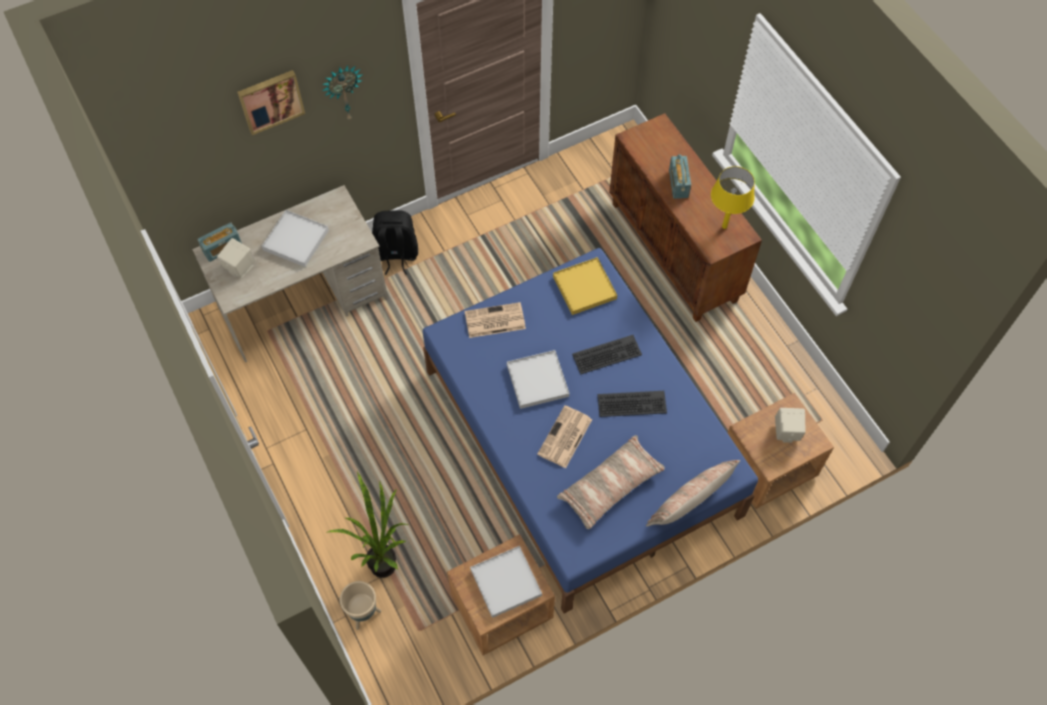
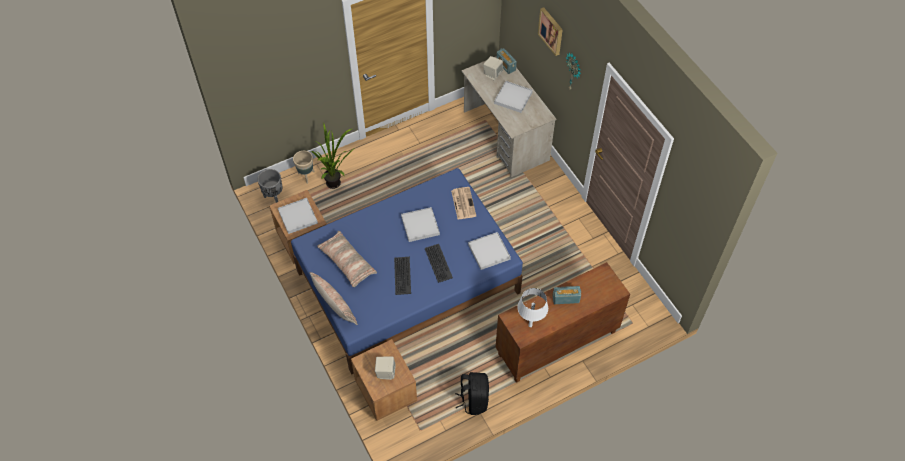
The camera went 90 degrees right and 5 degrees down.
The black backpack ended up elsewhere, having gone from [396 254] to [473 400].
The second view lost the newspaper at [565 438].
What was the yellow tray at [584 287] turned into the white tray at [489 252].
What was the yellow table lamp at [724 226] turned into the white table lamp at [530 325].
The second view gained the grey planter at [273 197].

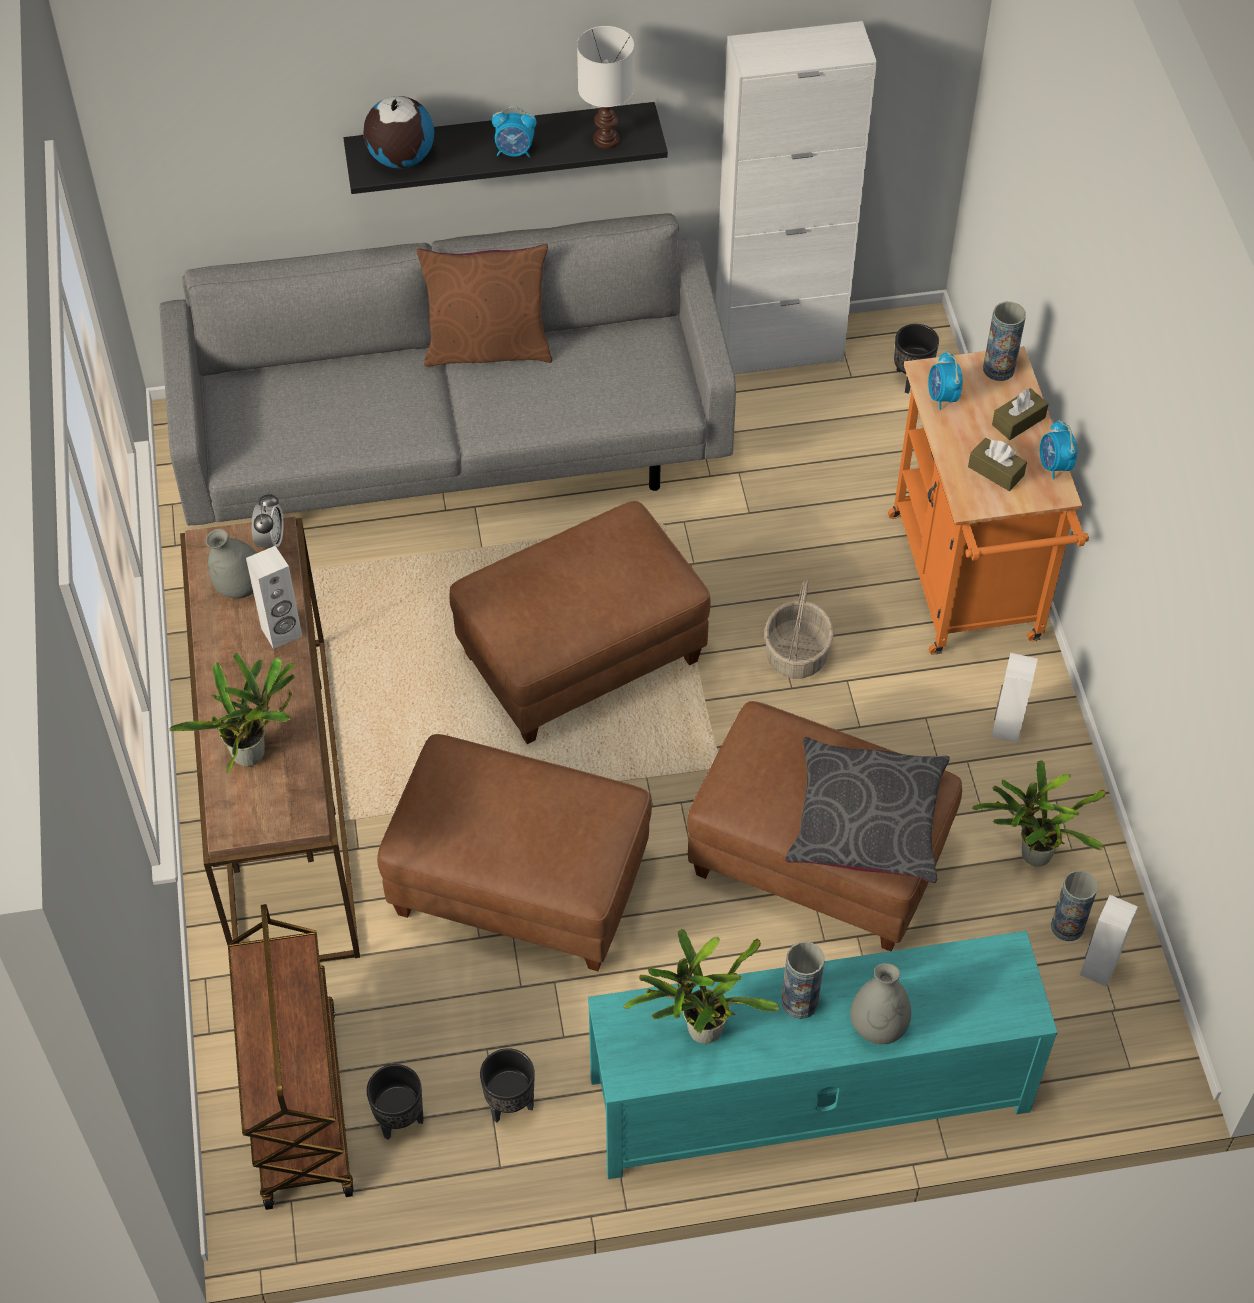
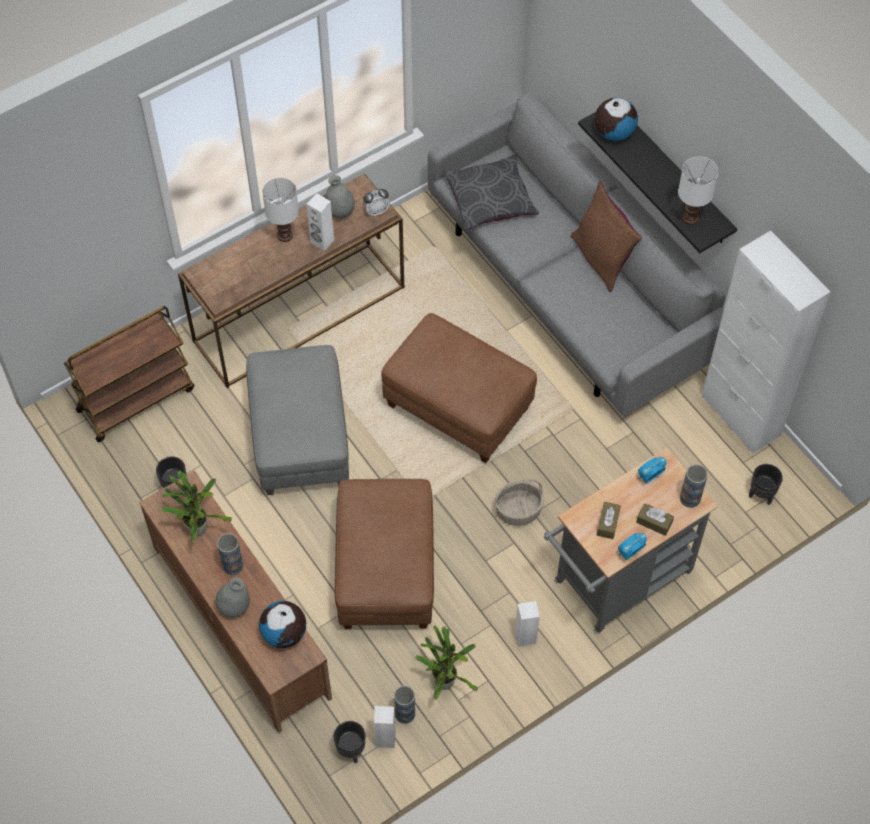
The camera went 65 degrees right and 5 degrees up.
The second view lost the potted plant at [253 753].
The black planter ended up elsewhere, having gone from [399 1119] to [351 750].
What was the brown ottoman at [517 888] turned into the grey ottoman at [299 439].
The second view lost the alarm clock at [515 152].
What was the turquoise tv stand at [807 1095] turned into the brown tv stand at [240 620].
The grey pillow ended up elsewhere, having gone from [866 820] to [490 199].
What was the orange cart at [968 588] turned into the grey cart at [616 582].
The second view gained the globe at [284 634].
The second view gained the white table lamp at [285 235].

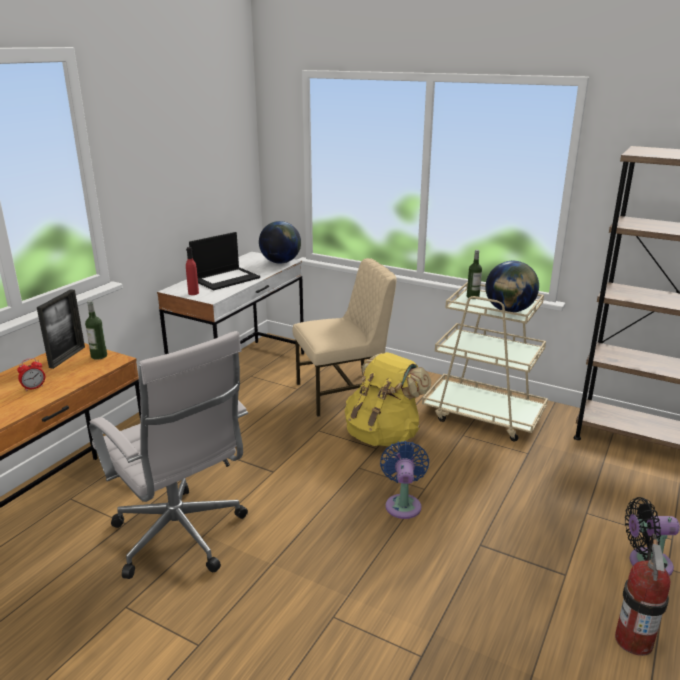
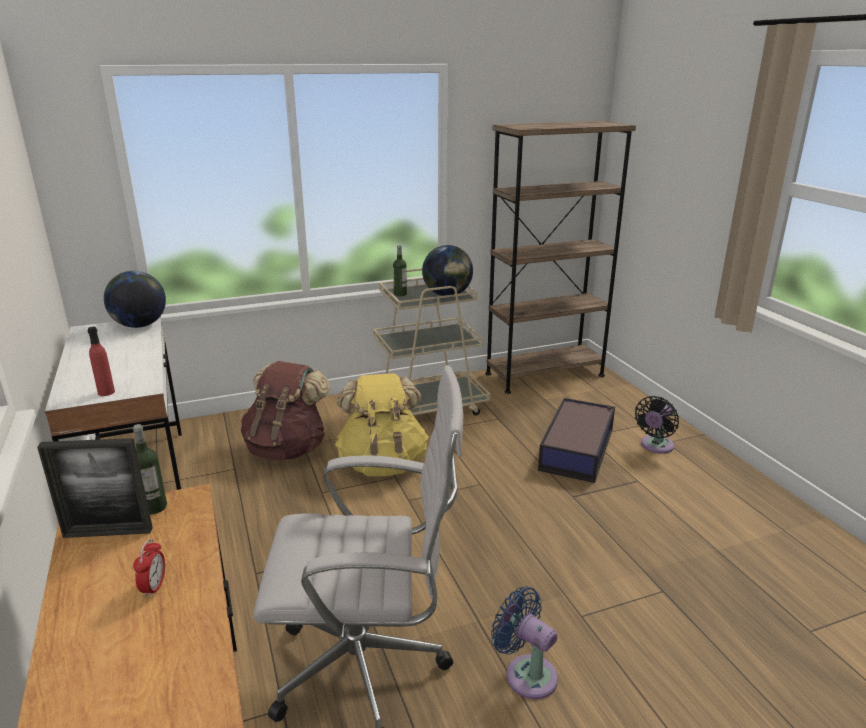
The camera went 50 degrees left and 0 degrees up.
The picture frame at [67 357] ended up facing another way, 120 degrees clockwise from before.
The second view lost the laptop at [226 278].
Where the beige chair stood at [343 393], the brown backpack came to stand at [287 449].
The blue fan ended up elsewhere, having gone from [403 504] to [526 673].
The second view lost the fire extinguisher at [634 640].
The second view gained the storage box at [577 449].

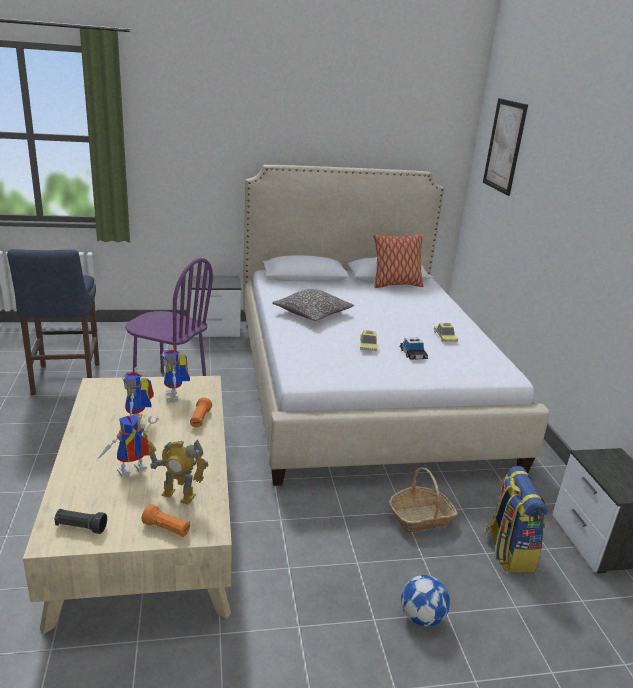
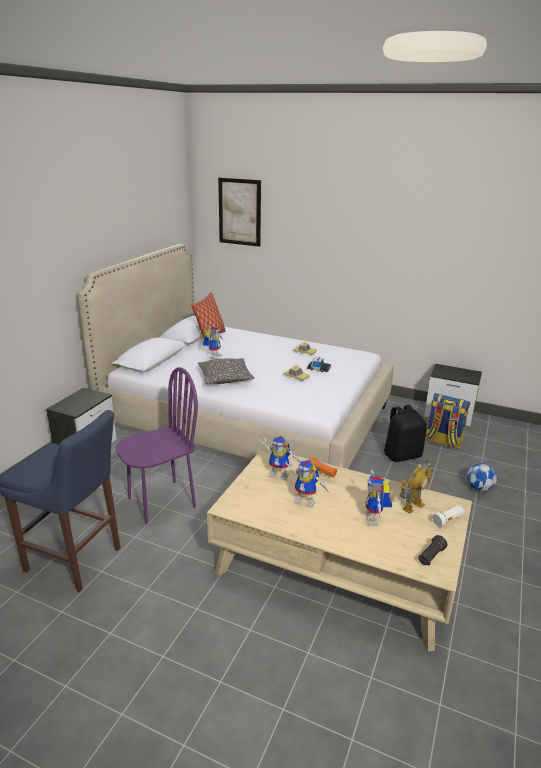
The camera went 55 degrees left and 0 degrees up.
What was the orange flashlight at [167 529] turned into the white flashlight at [448 520].
Where the basket stood at [421 517], the black backpack came to stand at [402 455].
The second view gained the toy robot at [214 356].

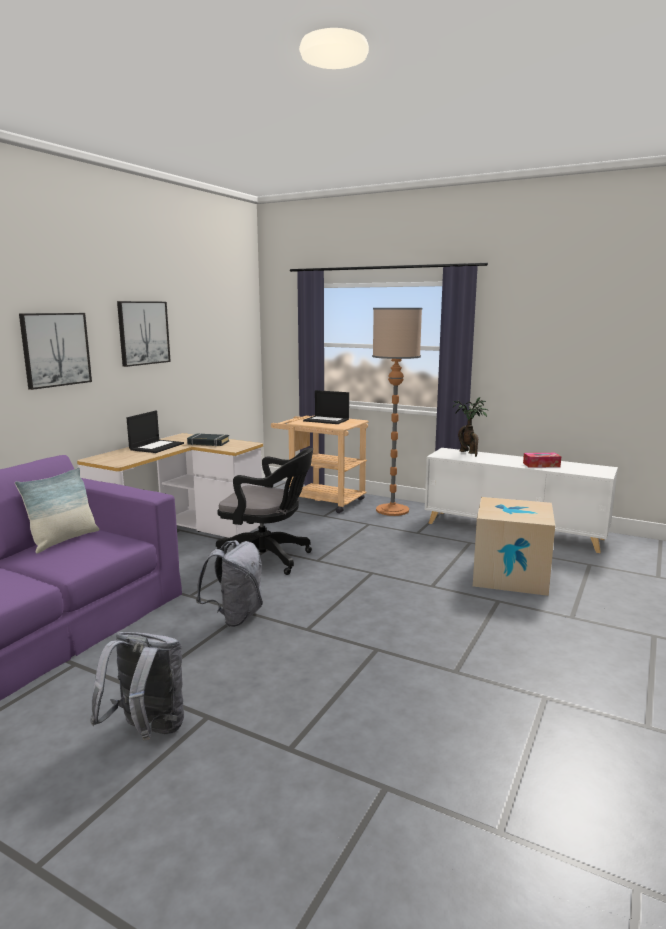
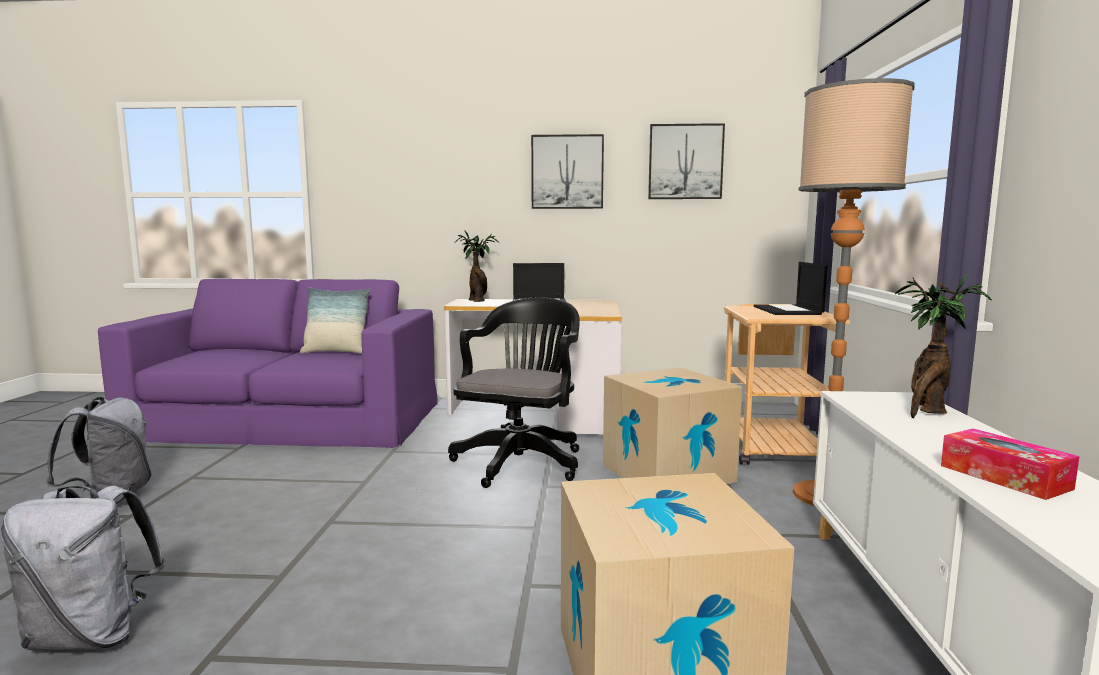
The camera went 65 degrees right and 5 degrees down.
The picture ended up elsewhere, having gone from [55 349] to [685 162].
The second view lost the black book at [208 443].
The grey backpack ended up elsewhere, having gone from [235 617] to [92 636].
The black office chair at [268 558] ended up facing another way, 150 degrees counterclockwise from before.
The second view gained the potted plant at [477 301].
The second view gained the cardboard box at [667 473].

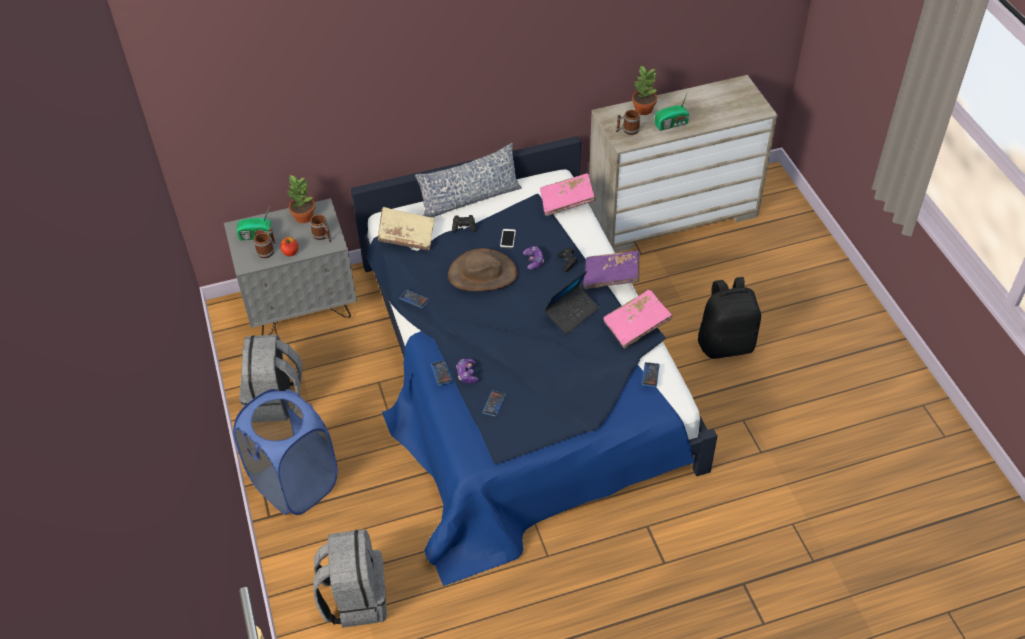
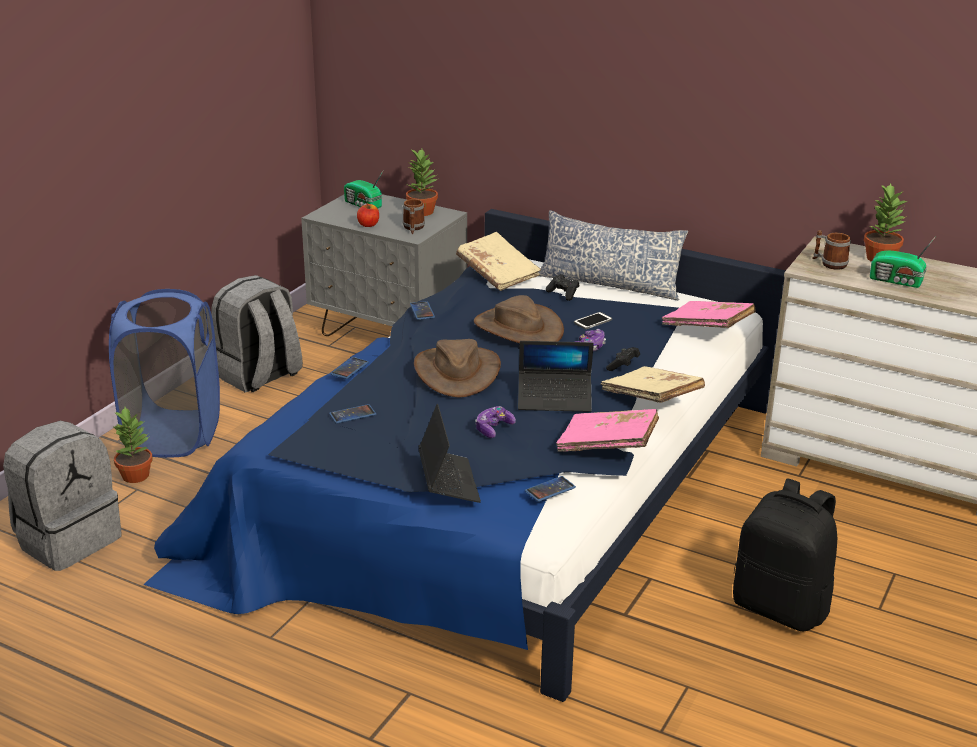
The camera went 45 degrees right and 20 degrees down.
The second view lost the mug at [267 250].
The game controller ended up elsewhere, having gone from [467 374] to [493 428].
What was the purple book at [611 277] turned into the beige book at [651 398].
The second view gained the potted plant at [135 475].
The second view gained the brown hat at [456 372].
The second view gained the laptop at [448 482].

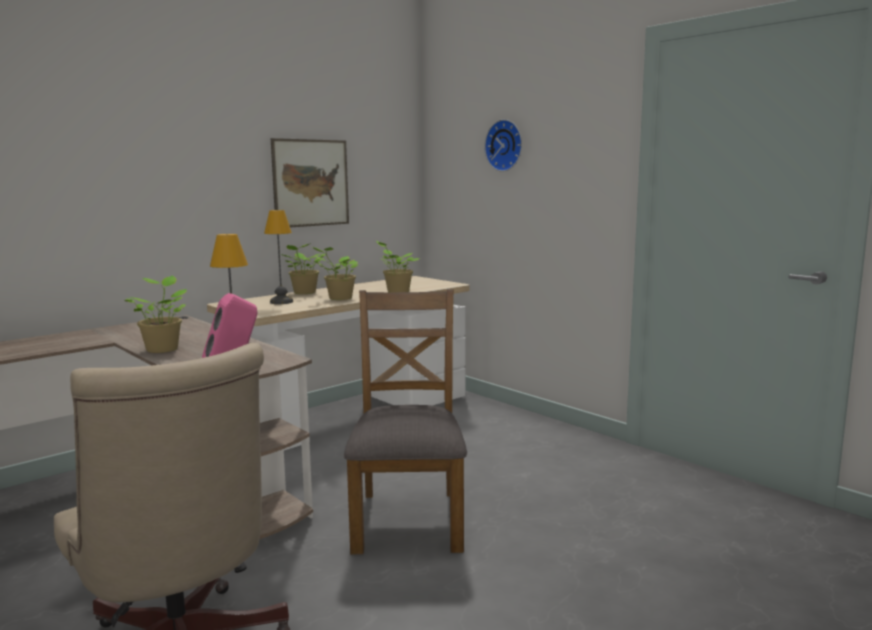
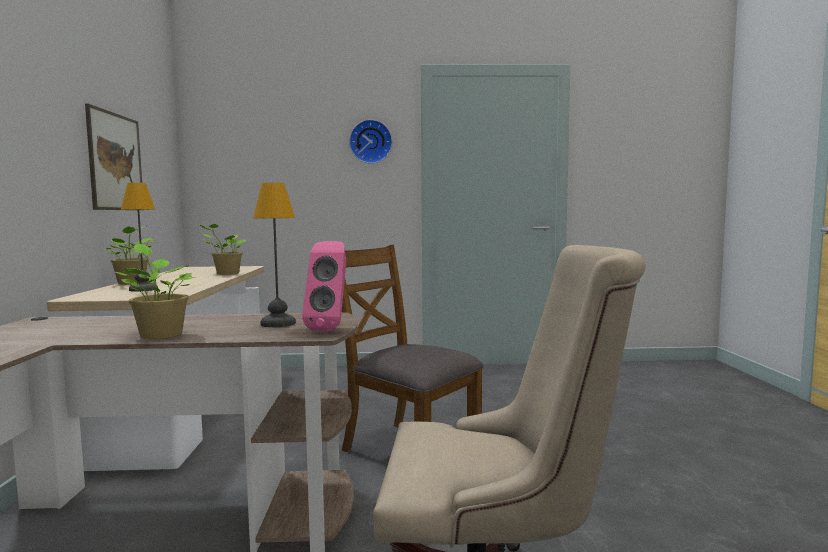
The camera went 50 degrees left and 5 degrees down.
The second view lost the potted plant at [338 298].
The wall clock ended up elsewhere, having gone from [505 145] to [370 142].

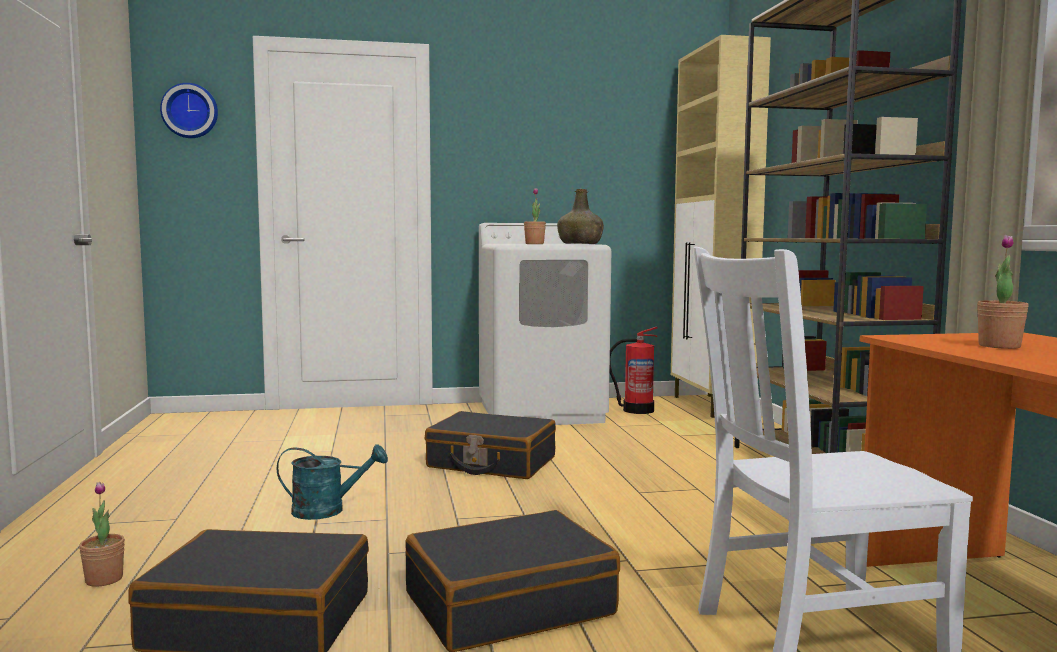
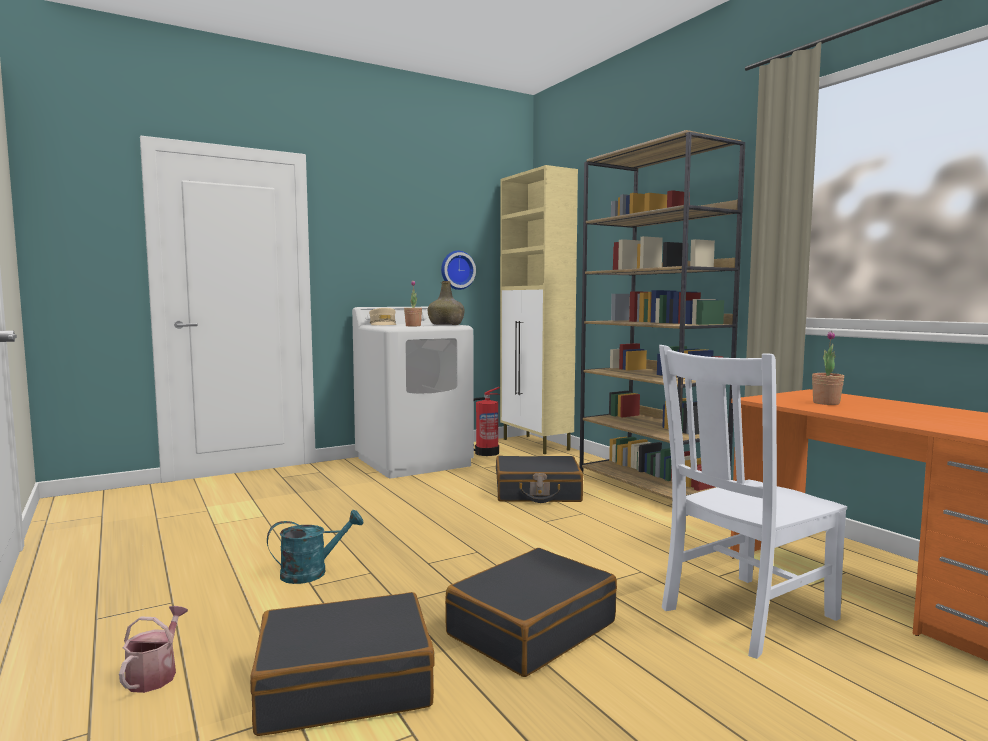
The camera went 20 degrees left and 0 degrees up.
Where the potted plant stood at [104 579], the watering can came to stand at [155 674].
The wall clock ended up elsewhere, having gone from [190 111] to [457 270].
The black suitcase ended up elsewhere, having gone from [491 463] to [537 493].
The second view gained the beige cap at [383 325].

